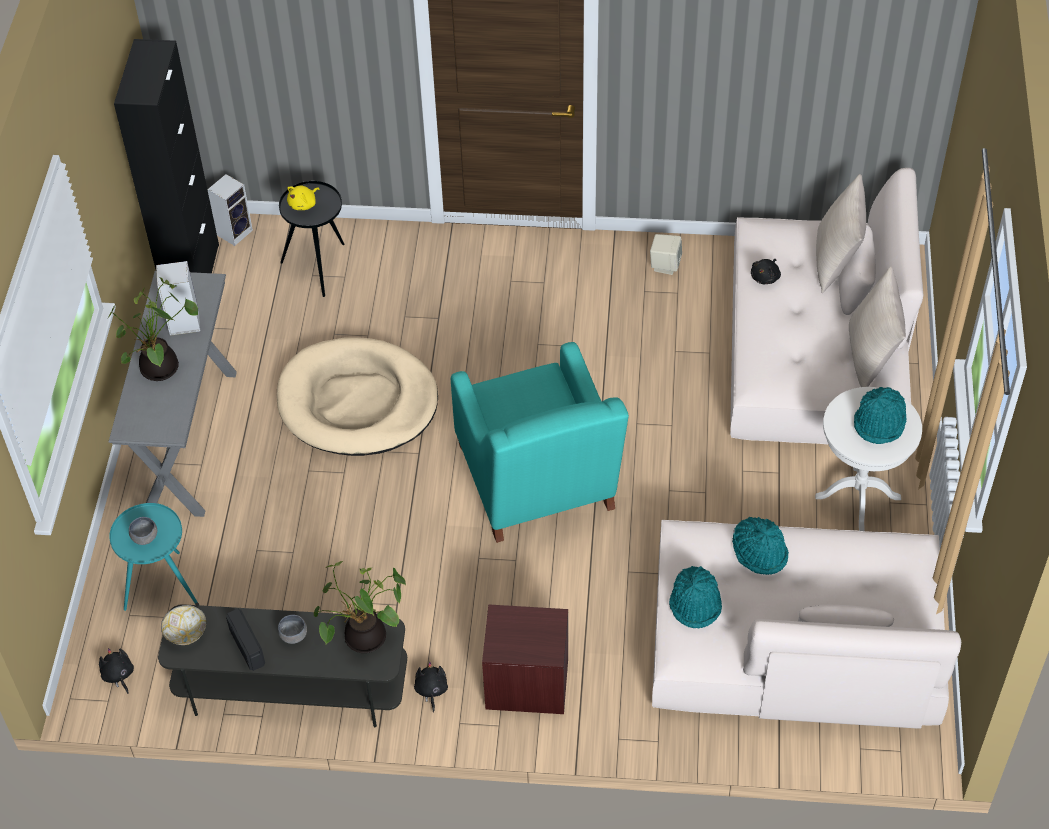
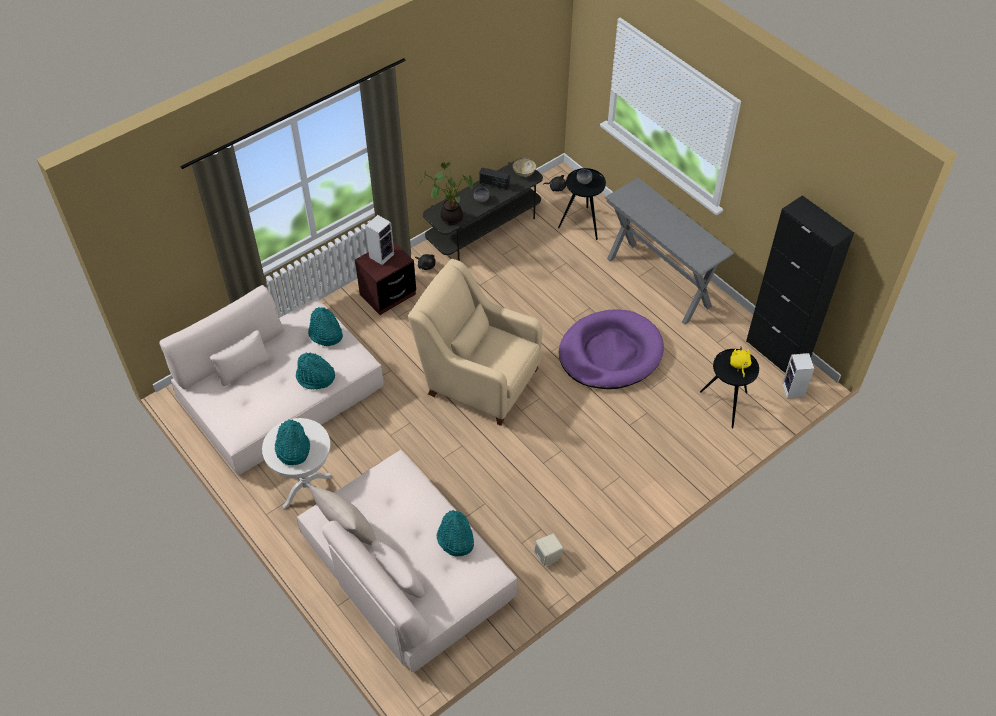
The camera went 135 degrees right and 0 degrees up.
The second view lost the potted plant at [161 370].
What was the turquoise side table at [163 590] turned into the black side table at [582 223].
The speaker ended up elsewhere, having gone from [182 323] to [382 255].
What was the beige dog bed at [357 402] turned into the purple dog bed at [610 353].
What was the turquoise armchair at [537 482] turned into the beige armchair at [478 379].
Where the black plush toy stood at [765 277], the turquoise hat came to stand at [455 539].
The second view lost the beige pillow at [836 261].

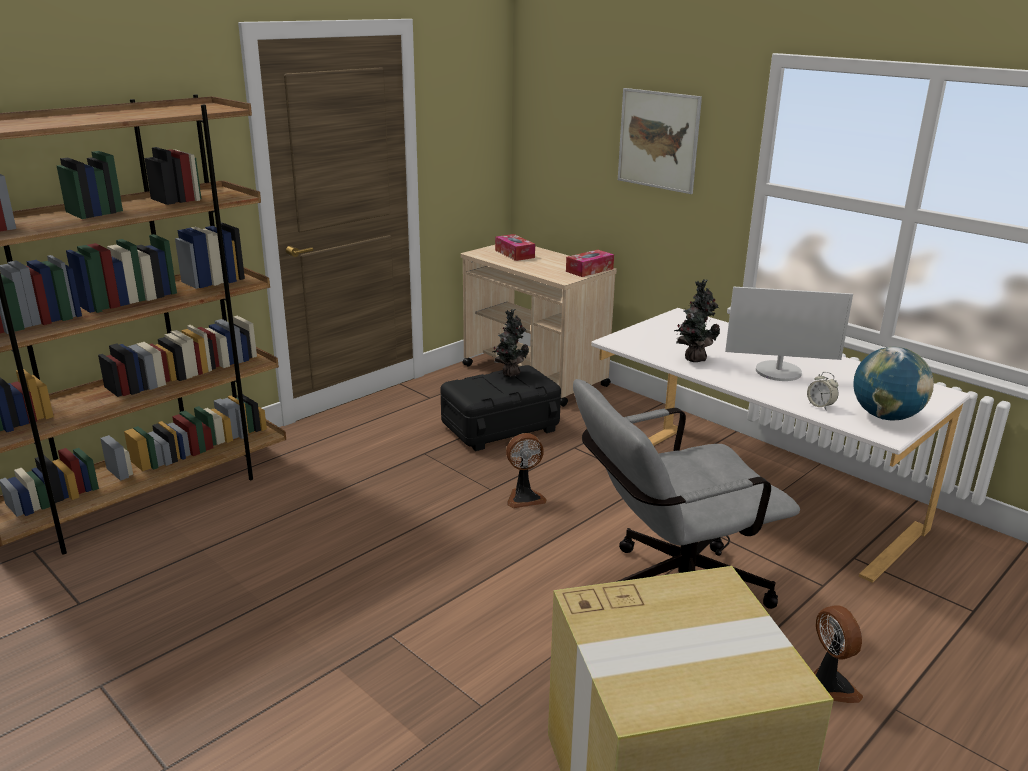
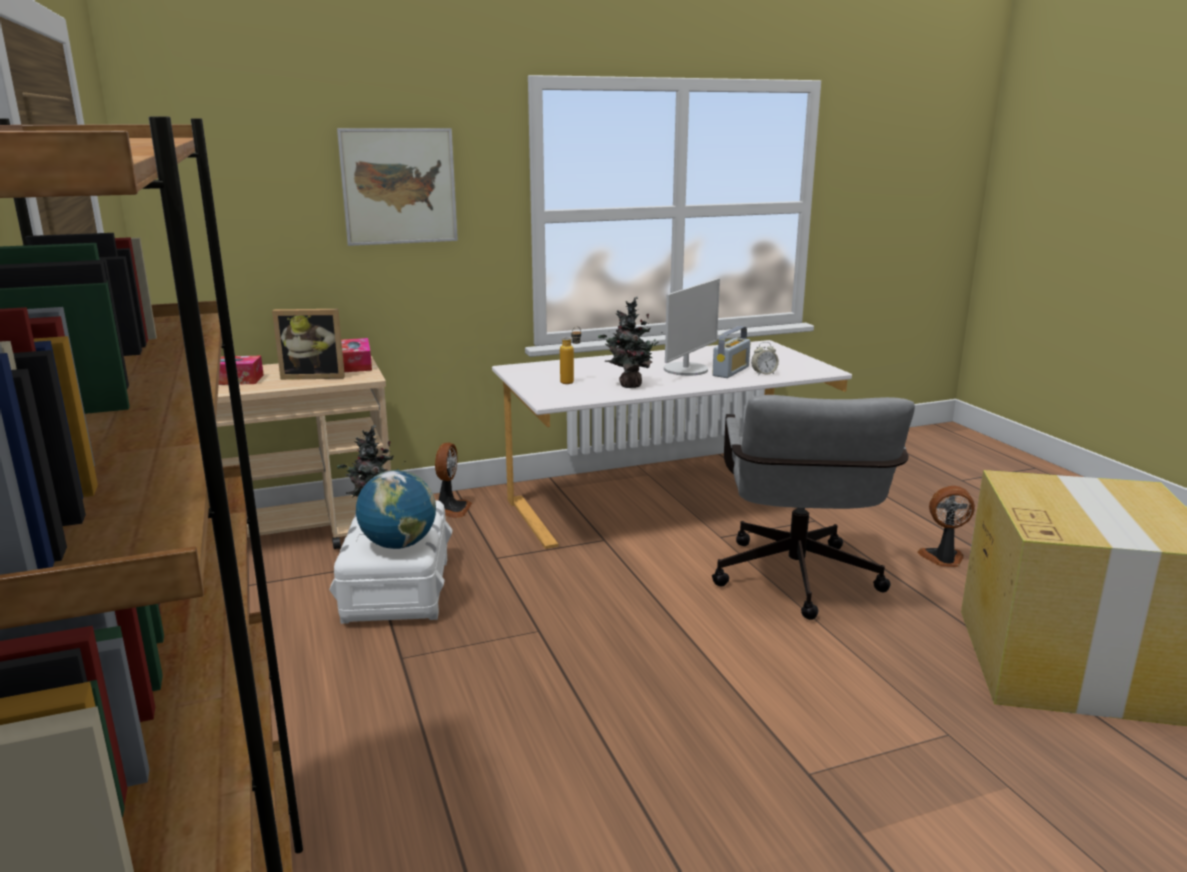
The camera went 65 degrees left and 5 degrees down.
What was the black storage box at [500 427] turned into the white storage box at [396 589].
The fan ended up elsewhere, having gone from [524 497] to [451 509].
The globe ended up elsewhere, having gone from [885 417] to [399 545].
The second view gained the picture frame at [314 376].
The second view gained the bottle at [571 381].
The second view gained the radio at [731 371].

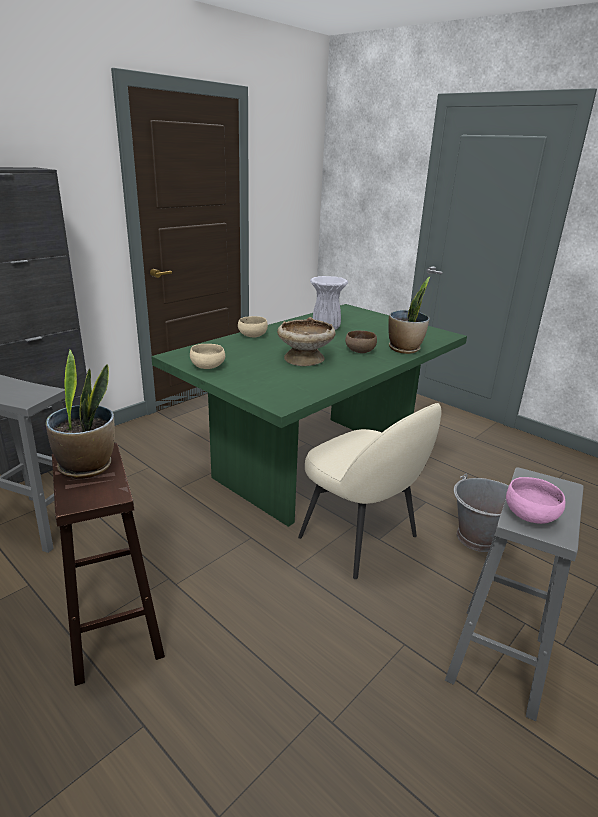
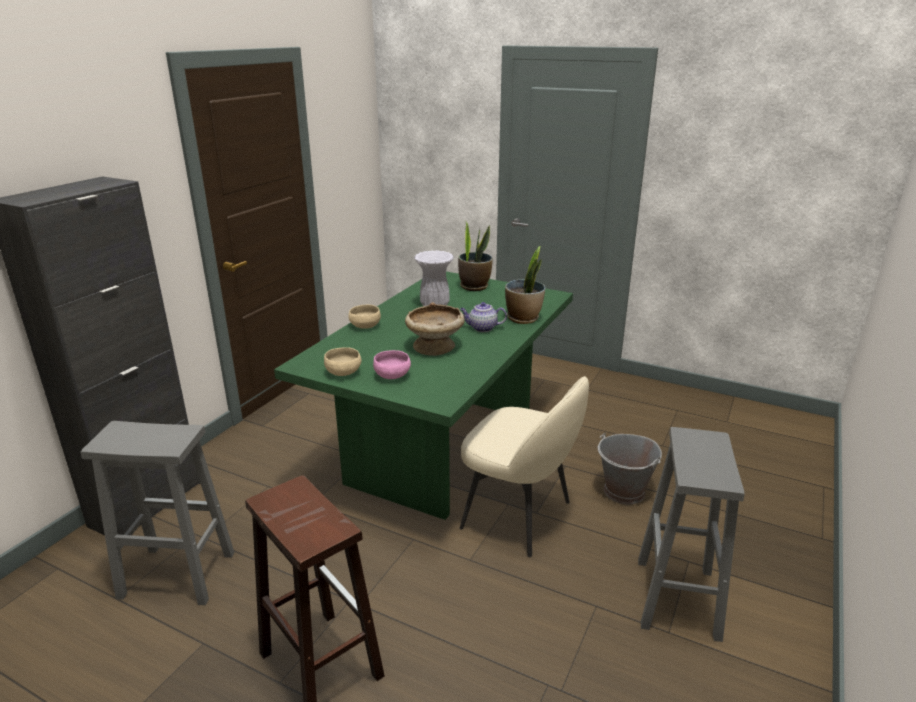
The camera went 15 degrees left and 0 degrees up.
The potted plant ended up elsewhere, having gone from [87 466] to [474 286].
Where the brown bowl stood at [359 351], the teapot came to stand at [482 328].
The pink bowl ended up elsewhere, having gone from [531 515] to [393 376].

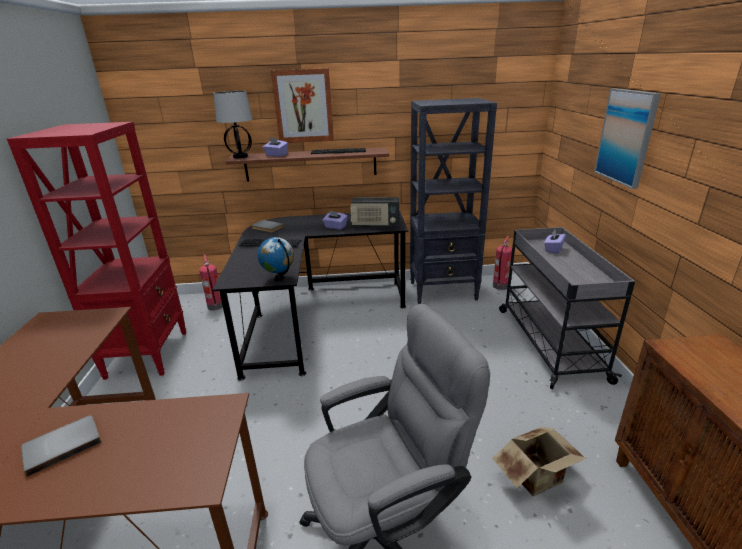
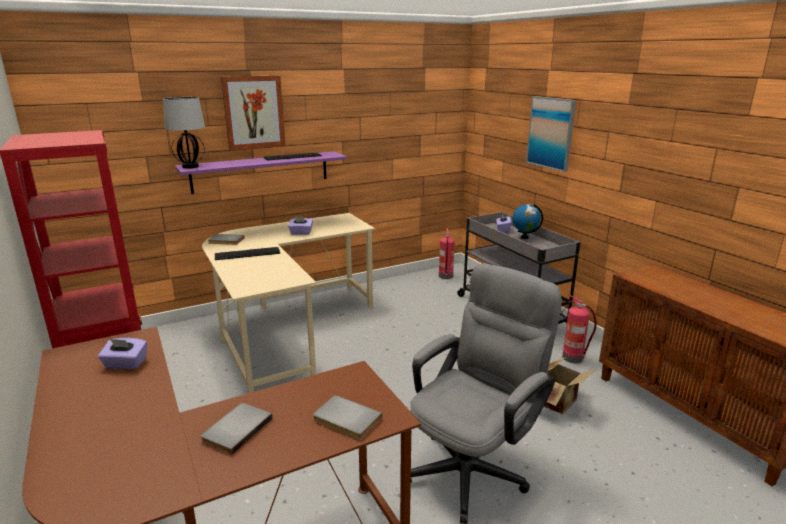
The camera went 25 degrees left and 5 degrees down.
The fire extinguisher ended up elsewhere, having gone from [216 306] to [573 358].
What was the black desk at [314 315] turned into the beige desk at [286 329].
What was the brown shelf at [310 164] turned into the purple shelf at [261 172].
The globe ended up elsewhere, having gone from [279 278] to [524 237].
The purple tissue box ended up elsewhere, having gone from [276 155] to [125 364].
The second view lost the radio at [375 225].
The second view lost the black bookcase at [443 291].
The second view gained the grey book at [346 420].

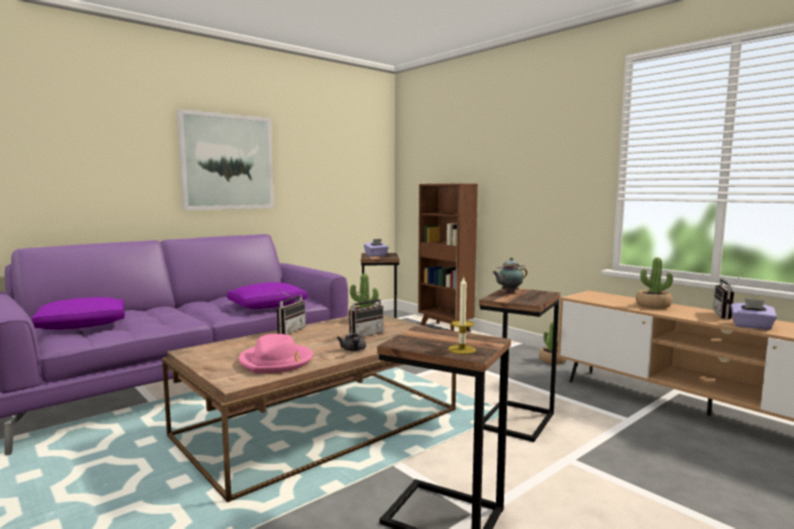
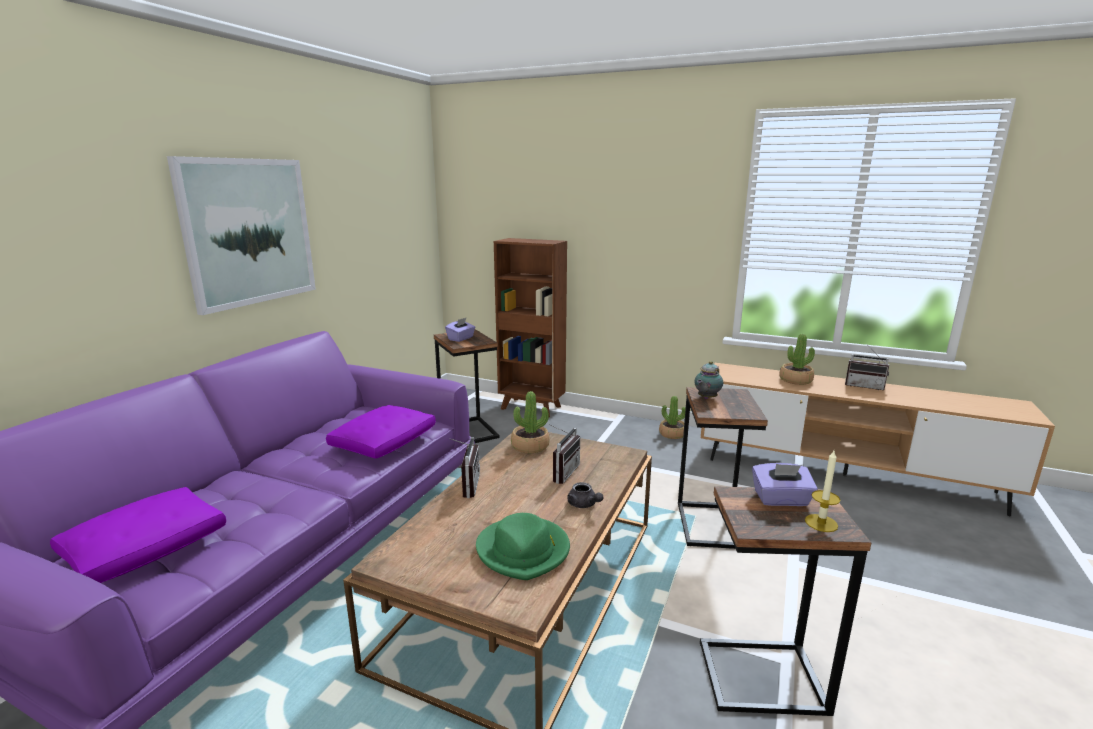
The camera went 25 degrees left and 10 degrees up.
What was the pink hat at [276 361] turned into the green hat at [524 550].
The radio at [727 316] ended up facing another way, 60 degrees counterclockwise from before.
The purple tissue box ended up elsewhere, having gone from [751 326] to [781 499].

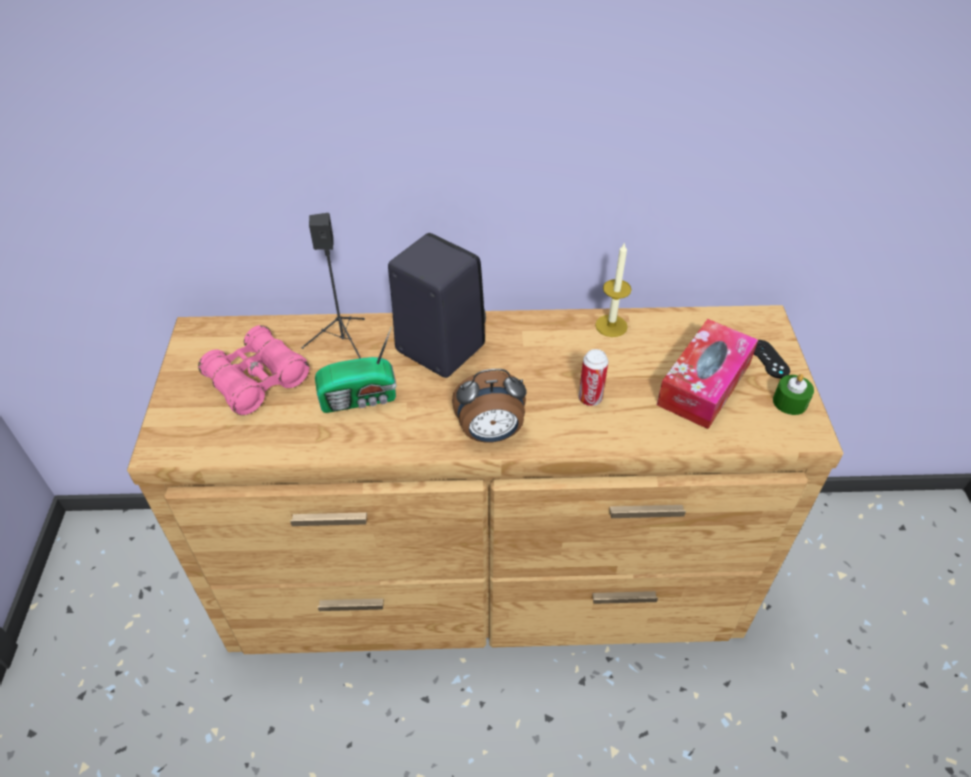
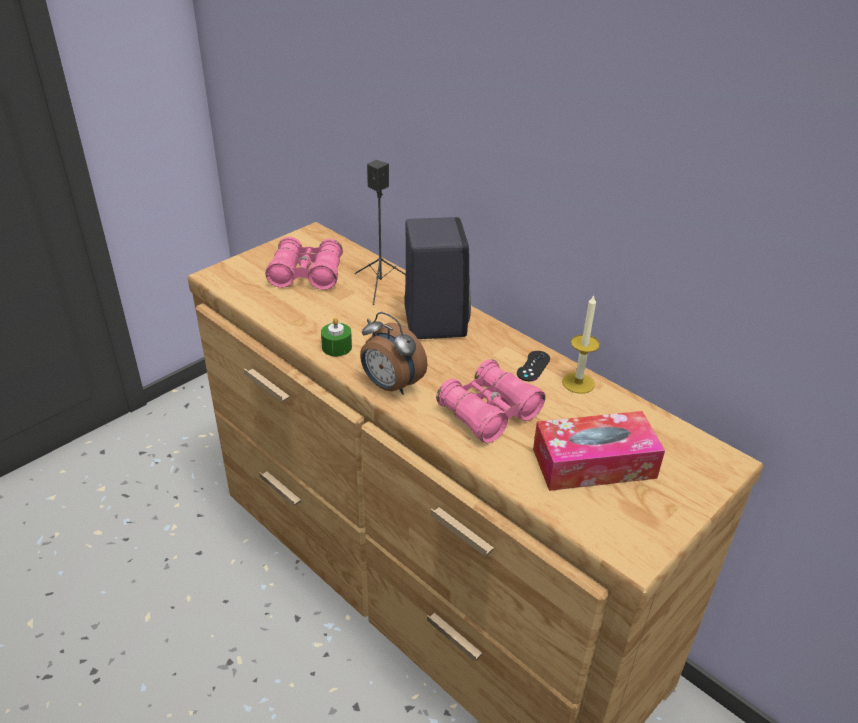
The camera went 45 degrees right and 10 degrees down.
The second view lost the radio at [360 398].
Where the can stood at [590 398], the pink binoculars came to stand at [489 412].
The black game controller ended up elsewhere, having gone from [769 359] to [533 366].
The green candle ended up elsewhere, having gone from [790 402] to [337 347].

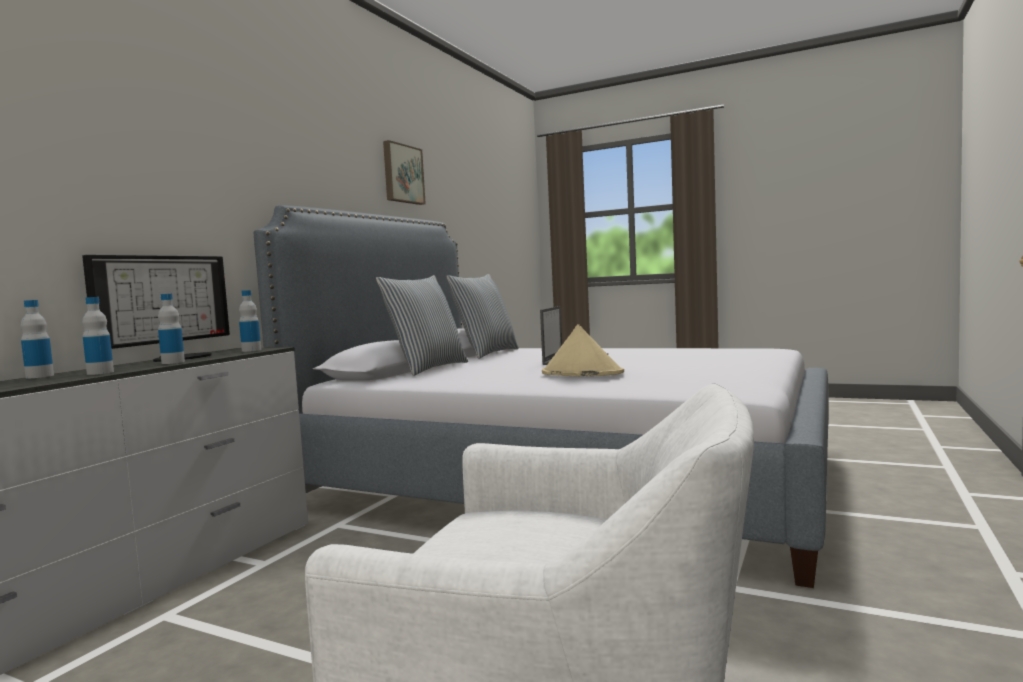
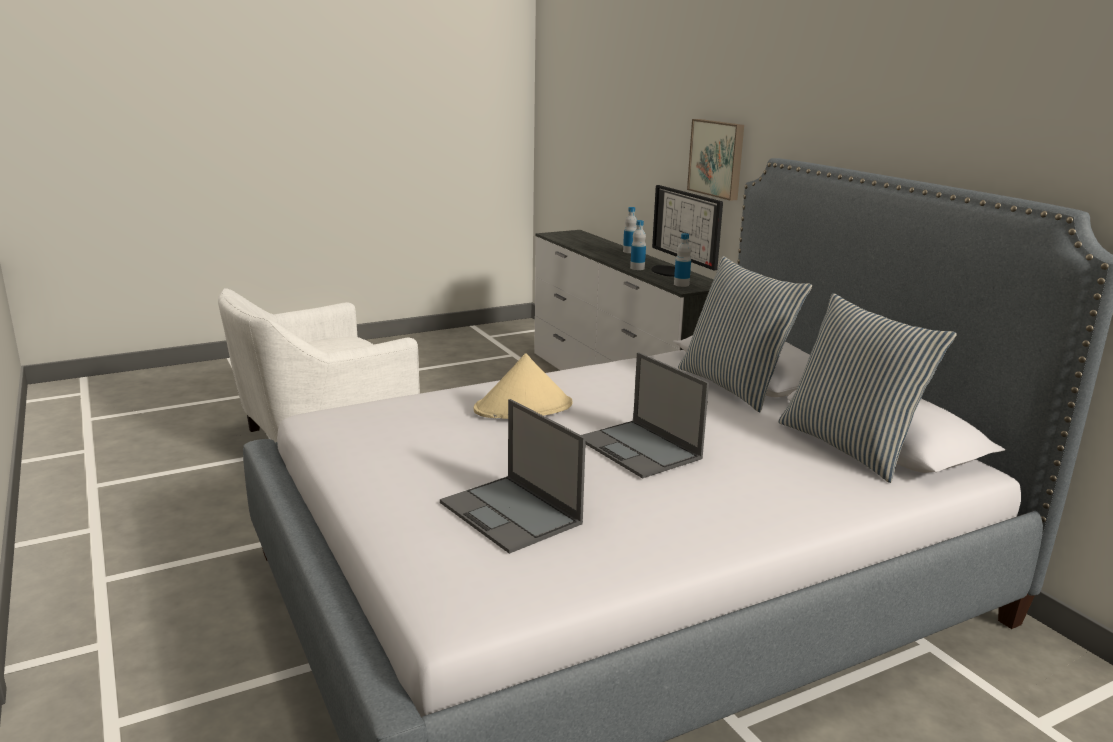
The camera went 125 degrees right and 15 degrees up.
The second view lost the bottle at [100 373].
The picture ended up elsewhere, having gone from [402 174] to [717 158].
The second view gained the laptop at [511 514].

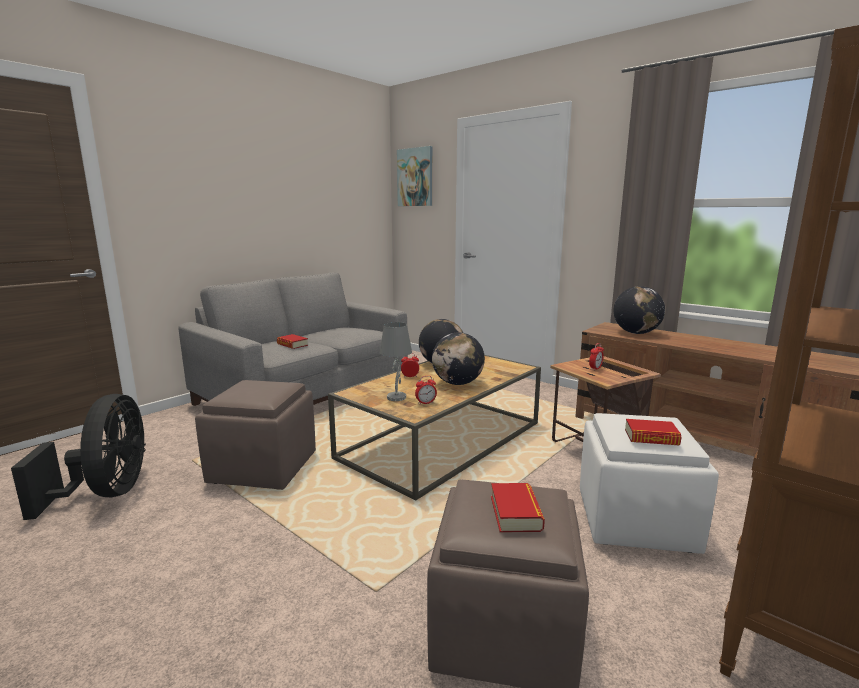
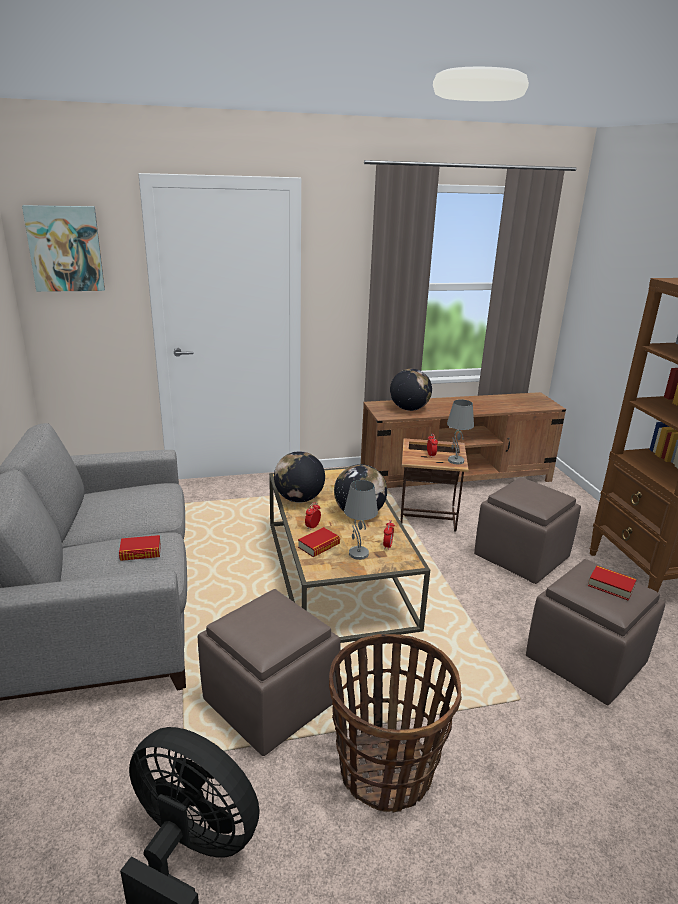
The camera went 55 degrees left and 10 degrees up.
What was the white ottoman at [633 520] turned into the brown ottoman at [520 557].
The book ended up elsewhere, having gone from [651 437] to [319 546].
The second view gained the basket at [386 769].
The second view gained the grey table lamp at [455 460].

